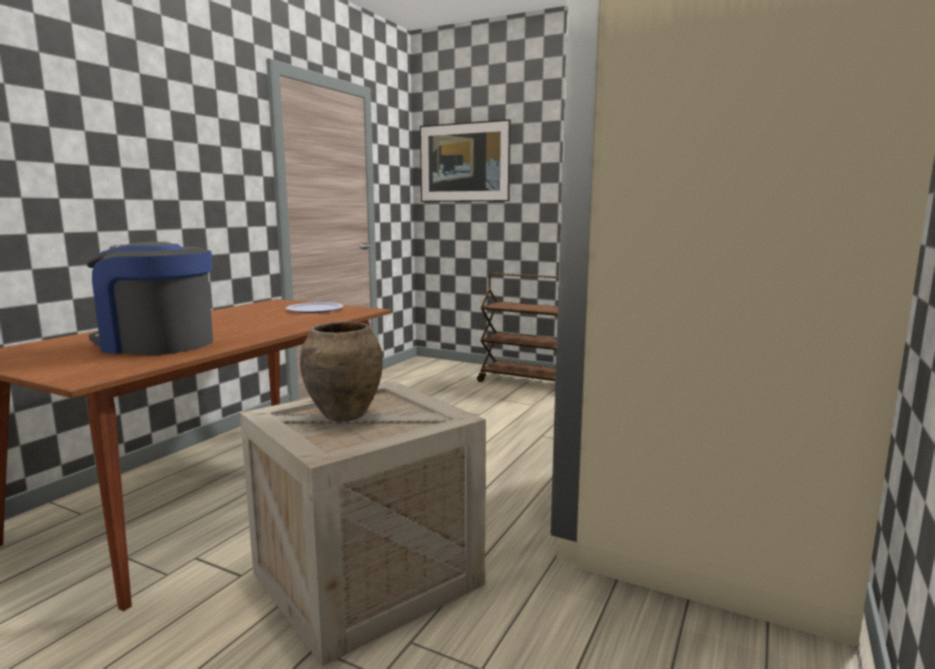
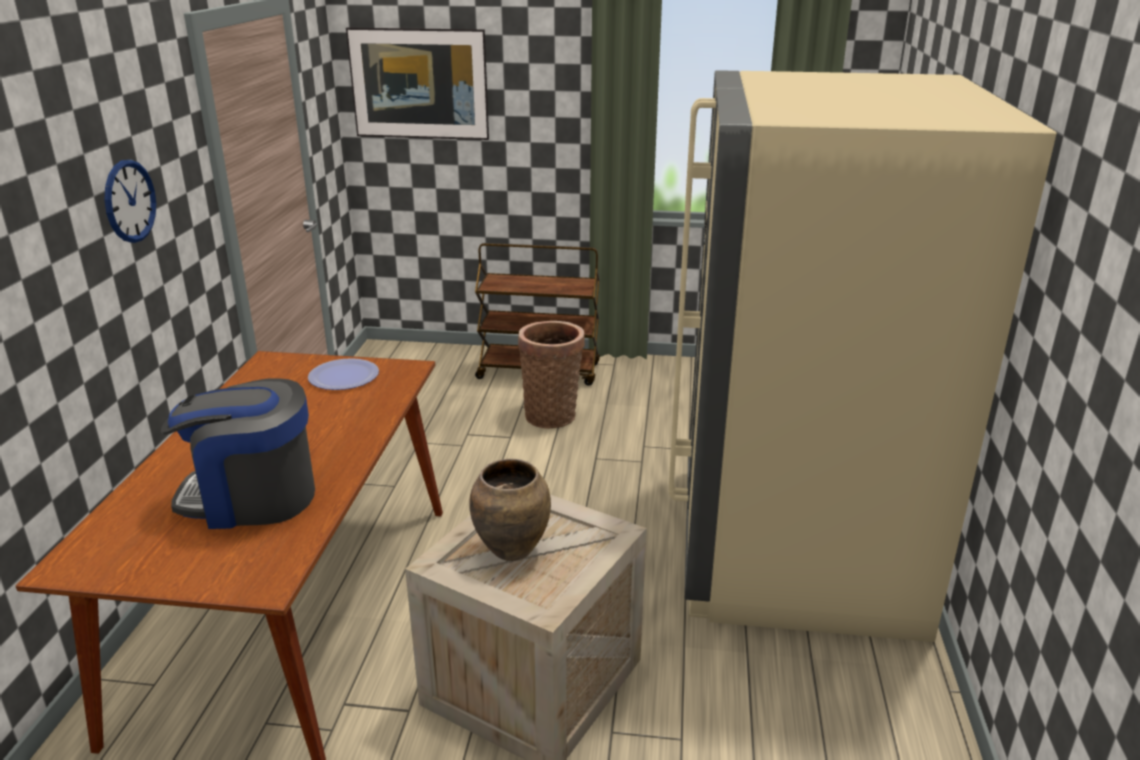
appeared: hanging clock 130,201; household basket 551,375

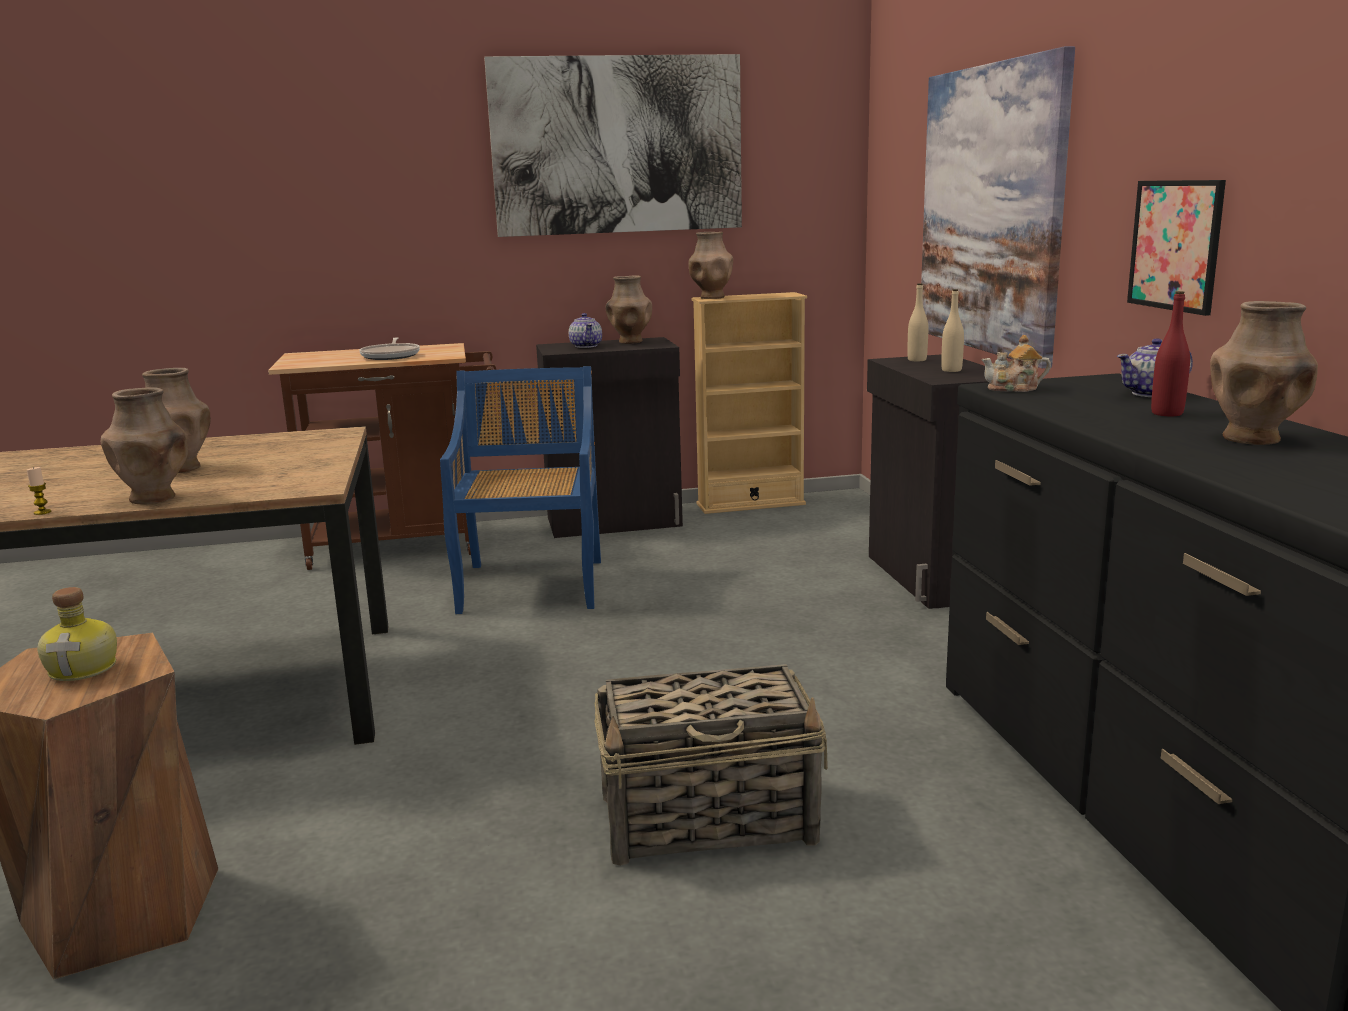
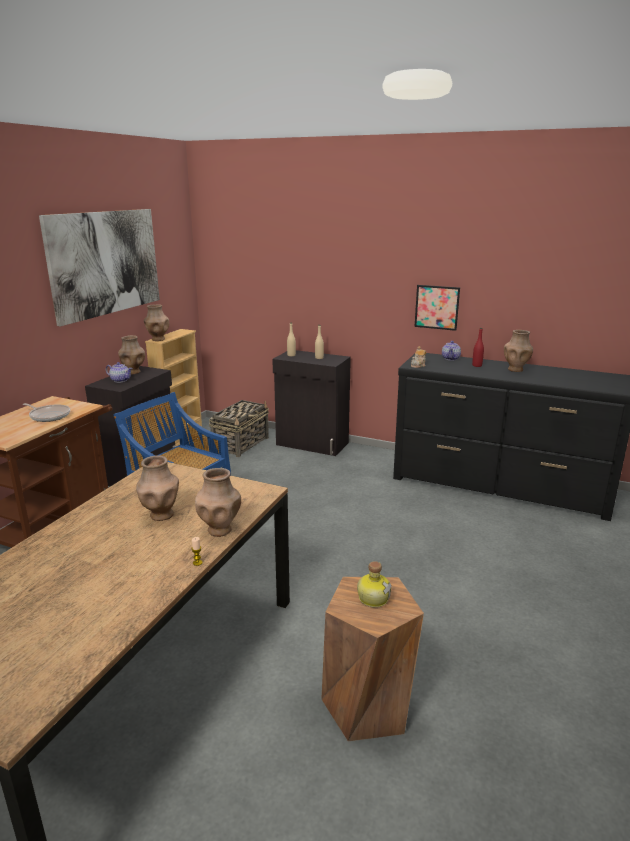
missing: wall picture 998,207
relocated: household basket 711,765 to 239,428

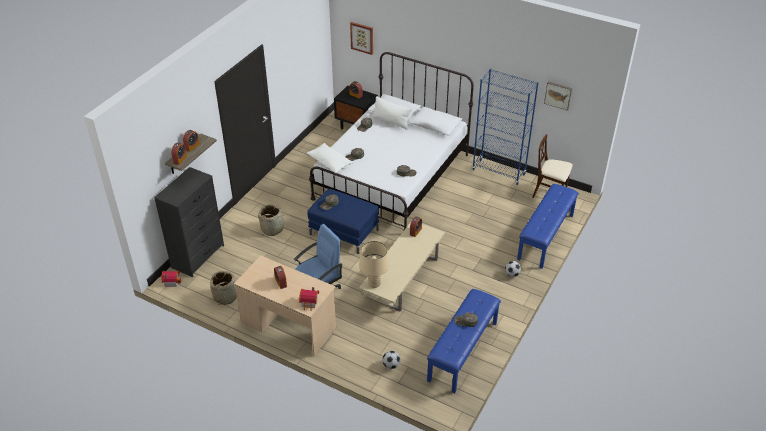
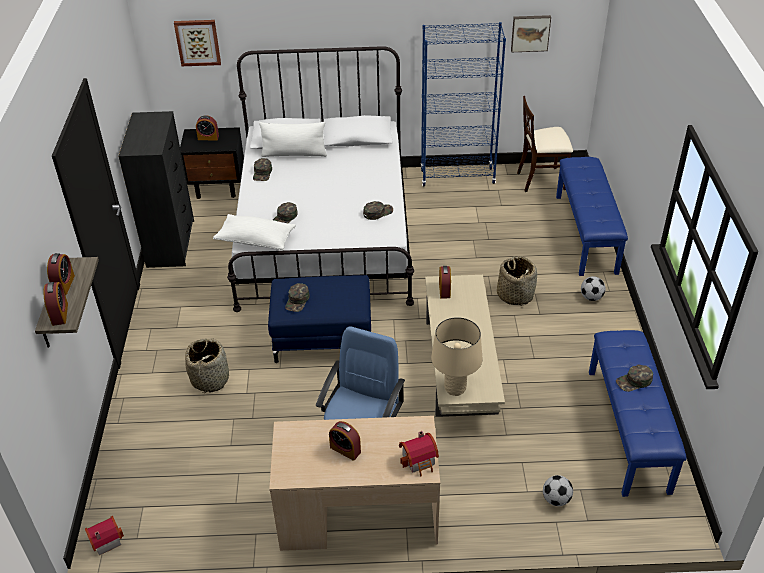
relocated: black-coloured chest of drawers 189,222 to 156,189; household basket 223,288 to 517,281

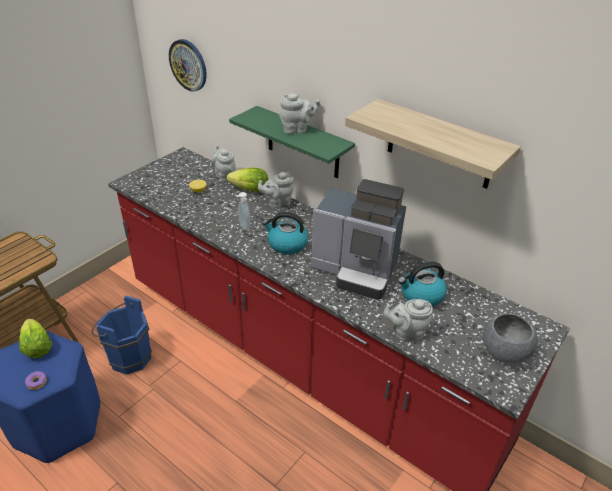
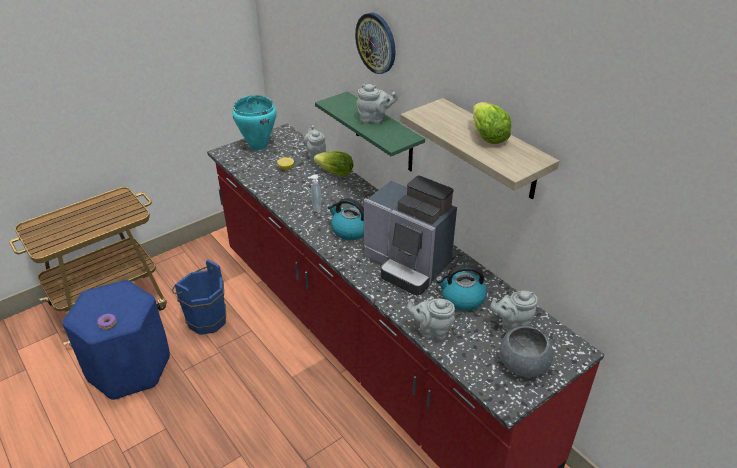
appeared: blue-green cooking pot 254,122
relocated: head of lettuce 35,338 to 492,123; hanging clock 188,65 to 375,43; grey teapot 276,190 to 514,311

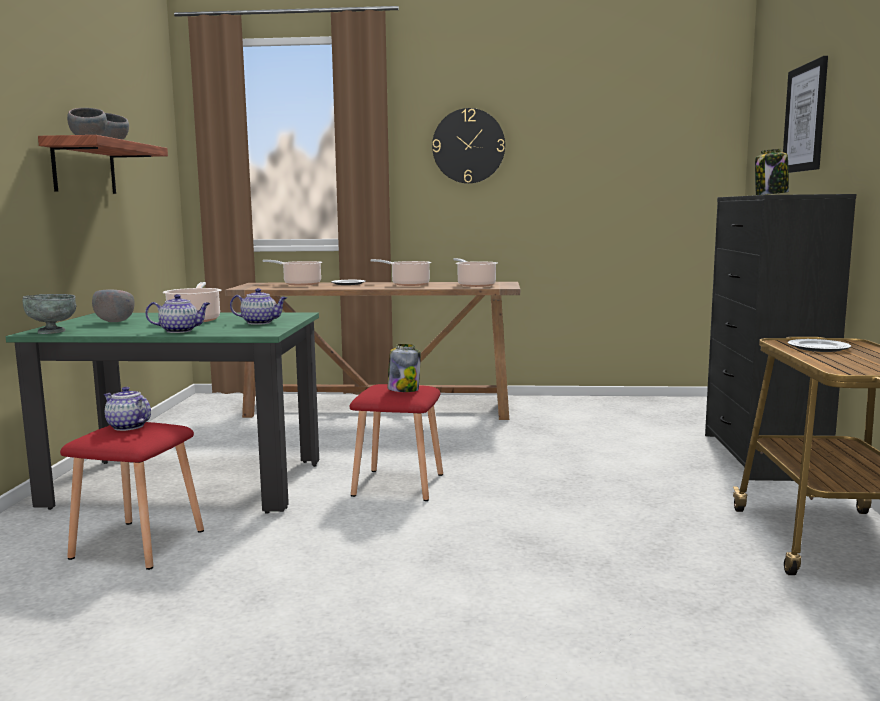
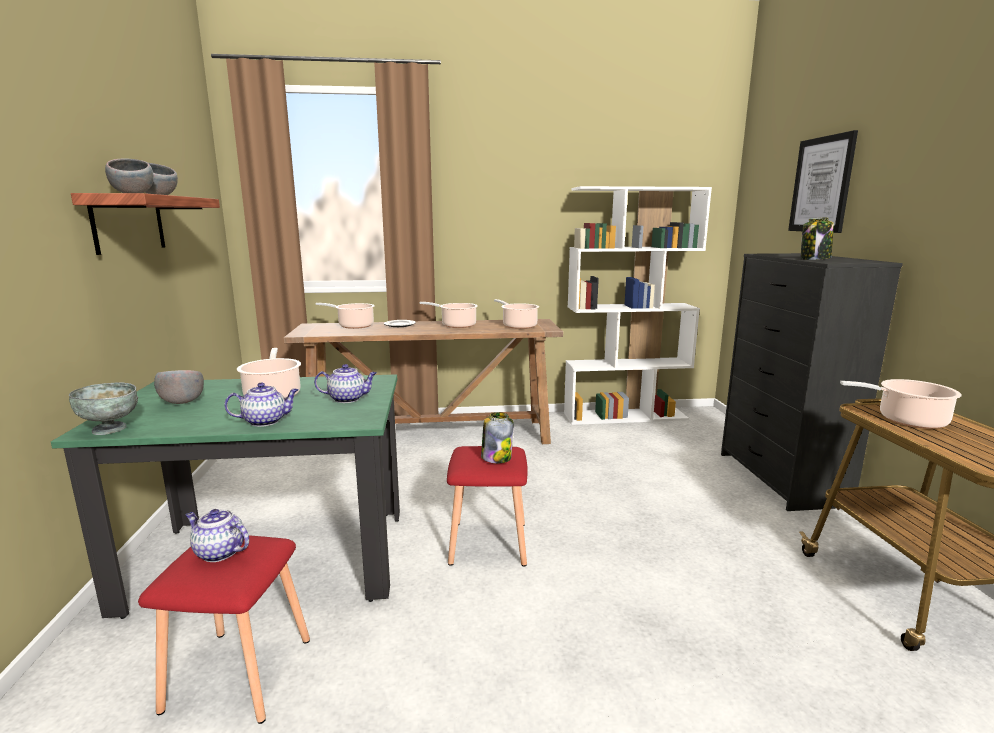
missing: hanging clock 468,145
appeared: white-coloured bookcase 638,305
exchanged: plate 819,345 to cooking pot 901,404

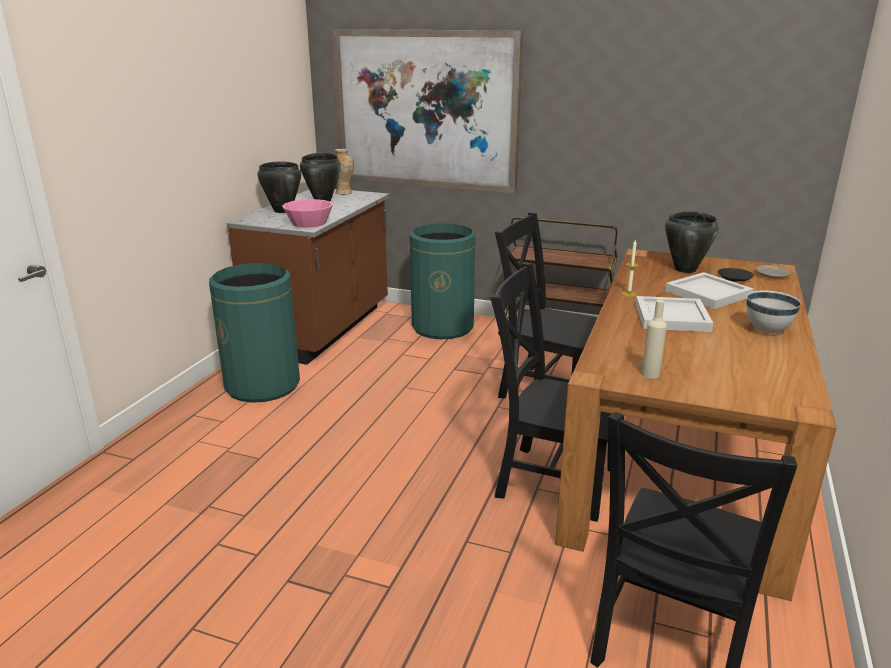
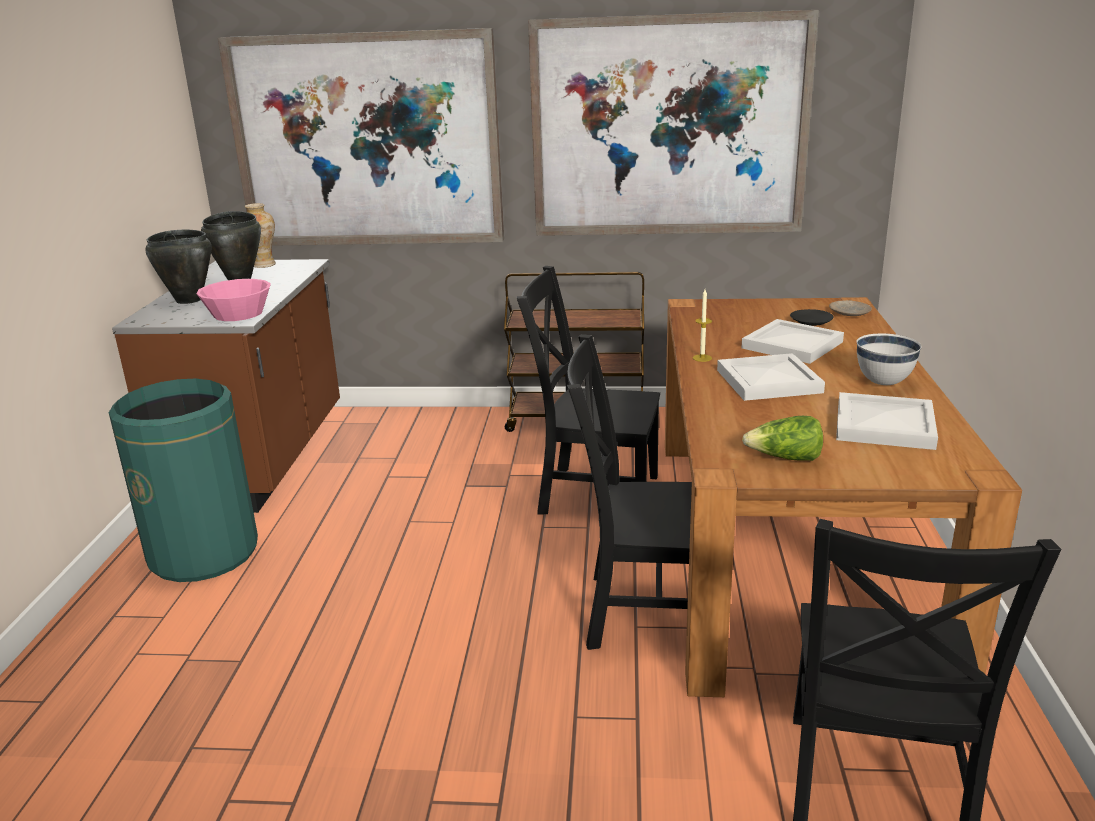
missing: green-coloured waste bin 442,281; black-coloured cooking pot 692,242
appeared: wall picture 673,123; white-coloured serving tray 887,421
exchanged: beige drink bottle 654,339 to head of lettuce 782,438

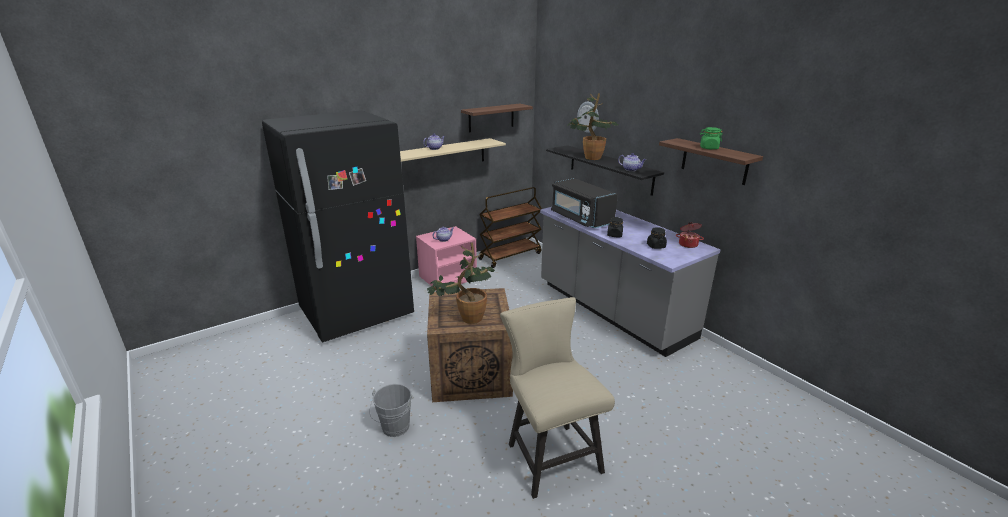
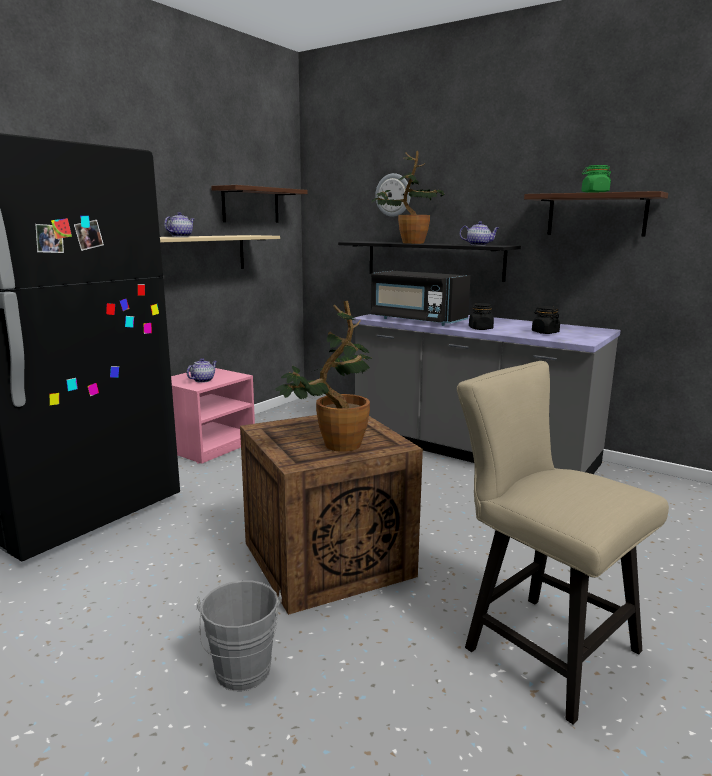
missing: brown-coloured wheeled cart 510,227; cooking pot 690,235

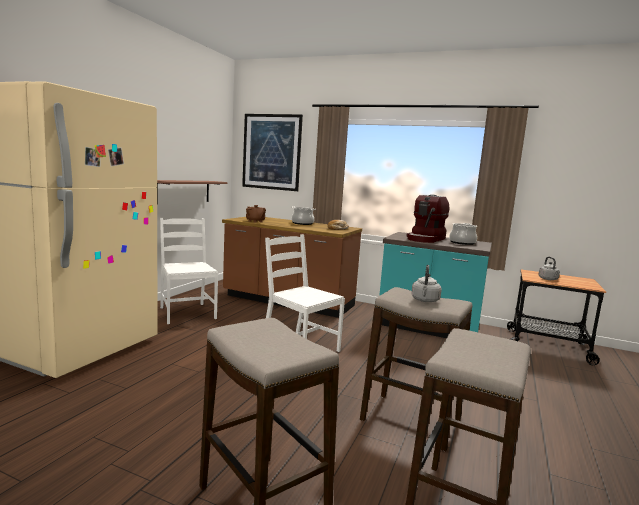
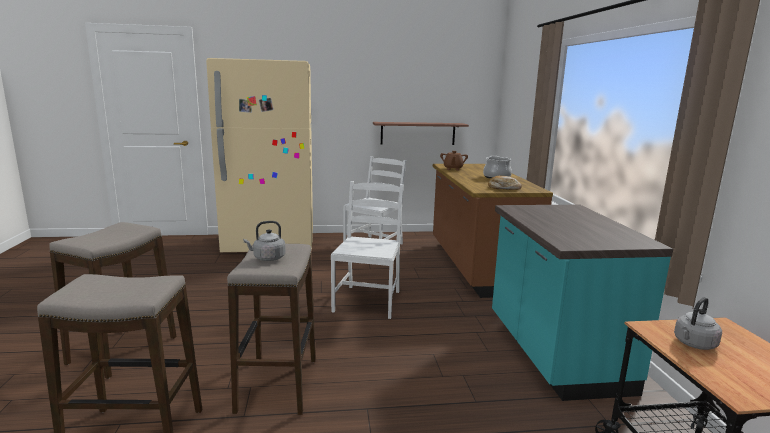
missing: wall picture 272,152; coffee brewer 428,219; cooking pot 463,234

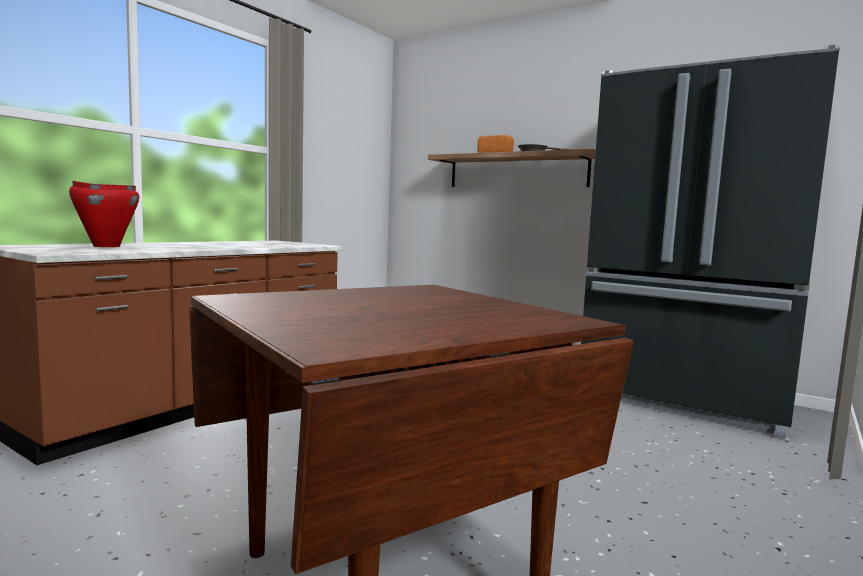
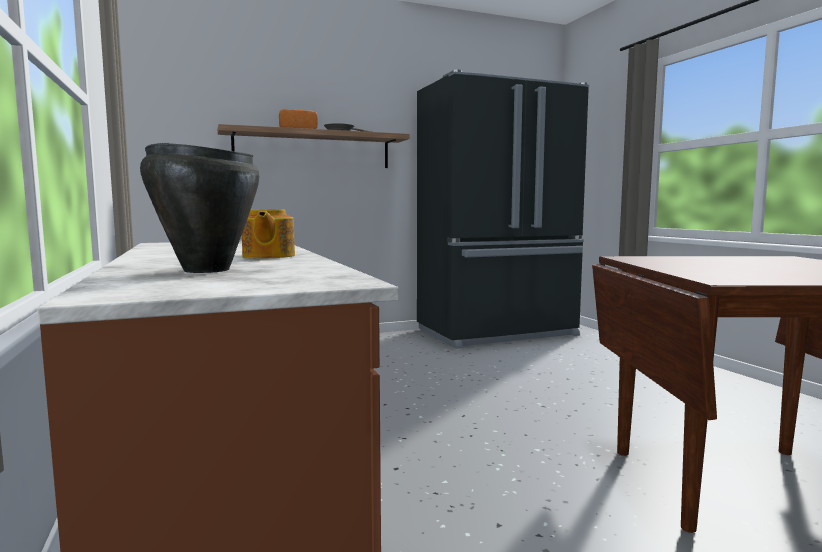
appeared: teapot 268,233
colour: red cooking pot 104,214 to black-coloured cooking pot 199,208

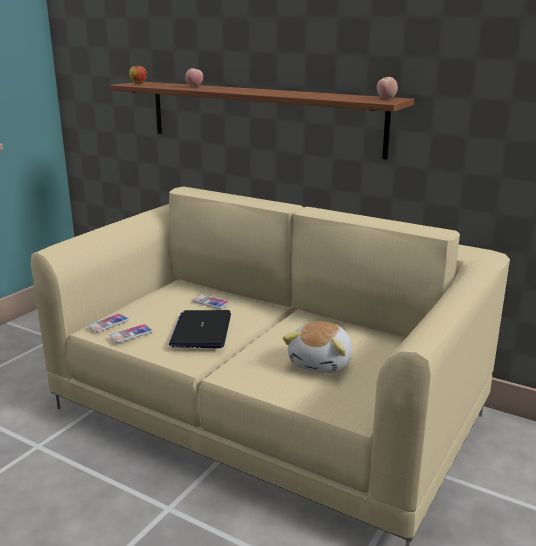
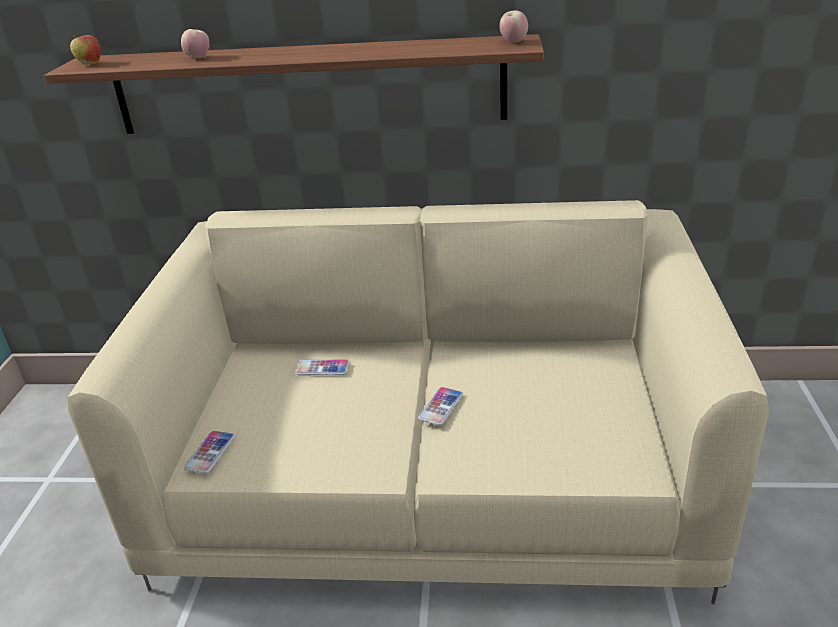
missing: laptop 200,329; plush toy 318,347
relocated: telephone 131,333 to 440,406

